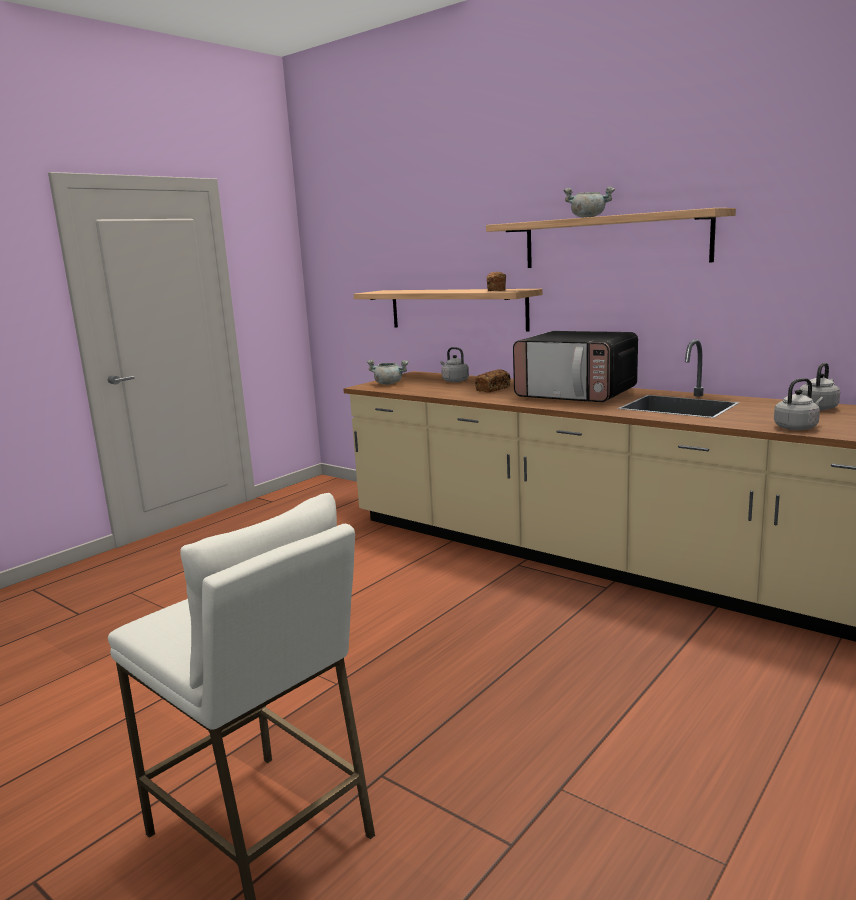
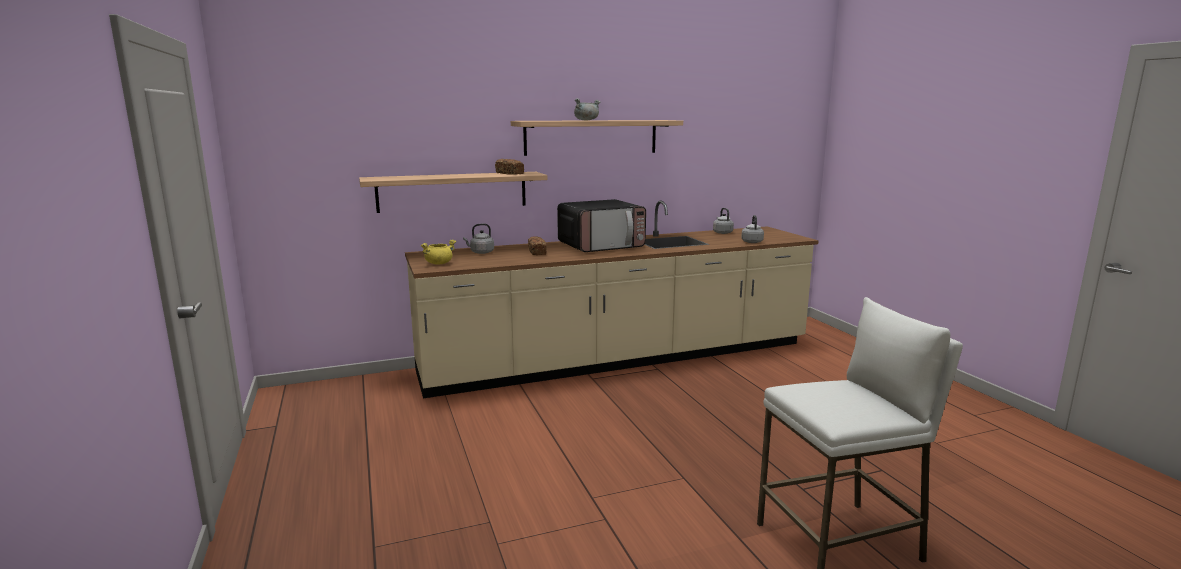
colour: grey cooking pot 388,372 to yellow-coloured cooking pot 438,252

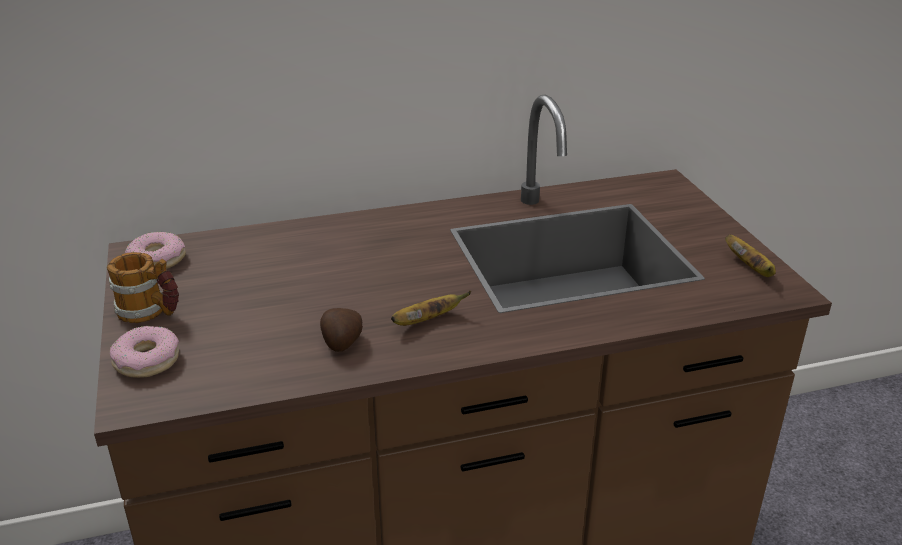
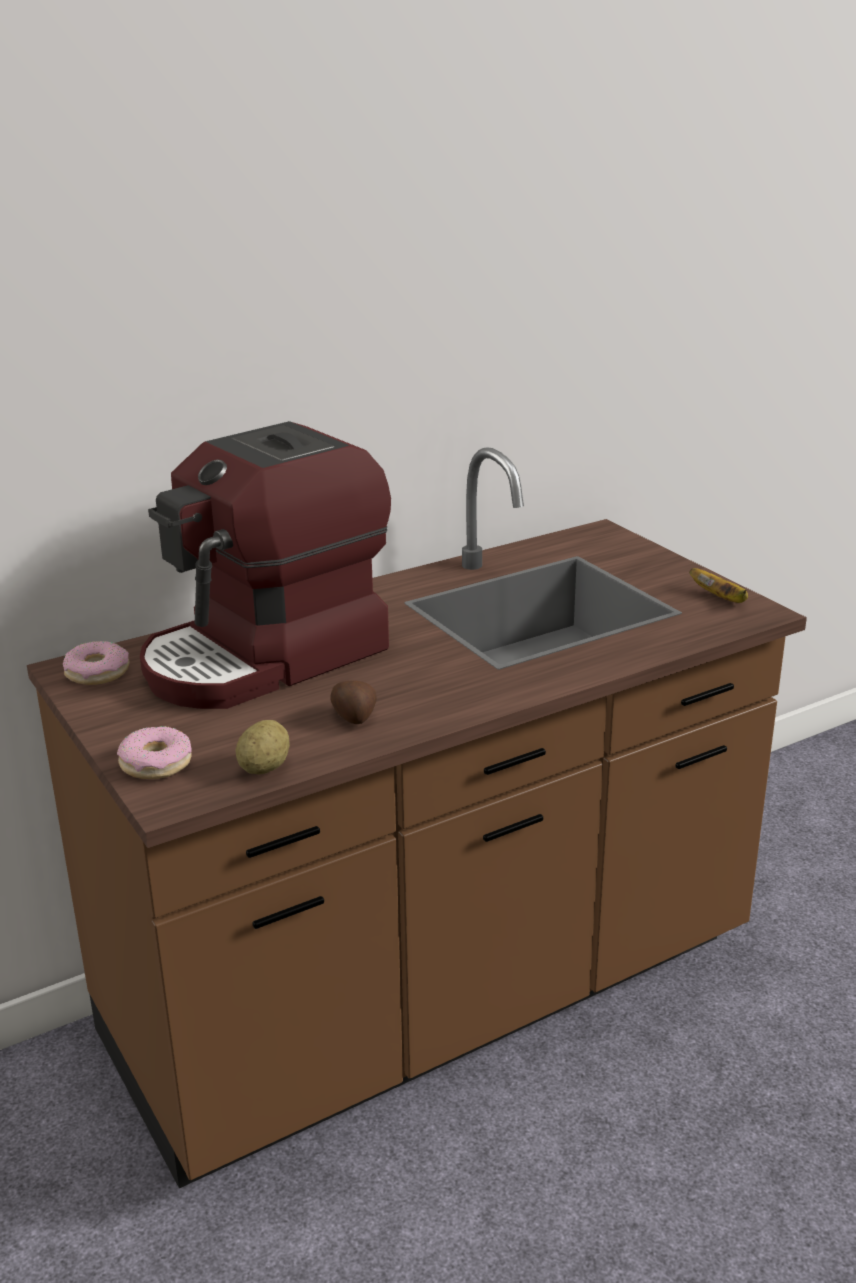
missing: coffee mug 143,287; whole banana 431,308
appeared: coffee brewer 265,565; whole potato 262,747

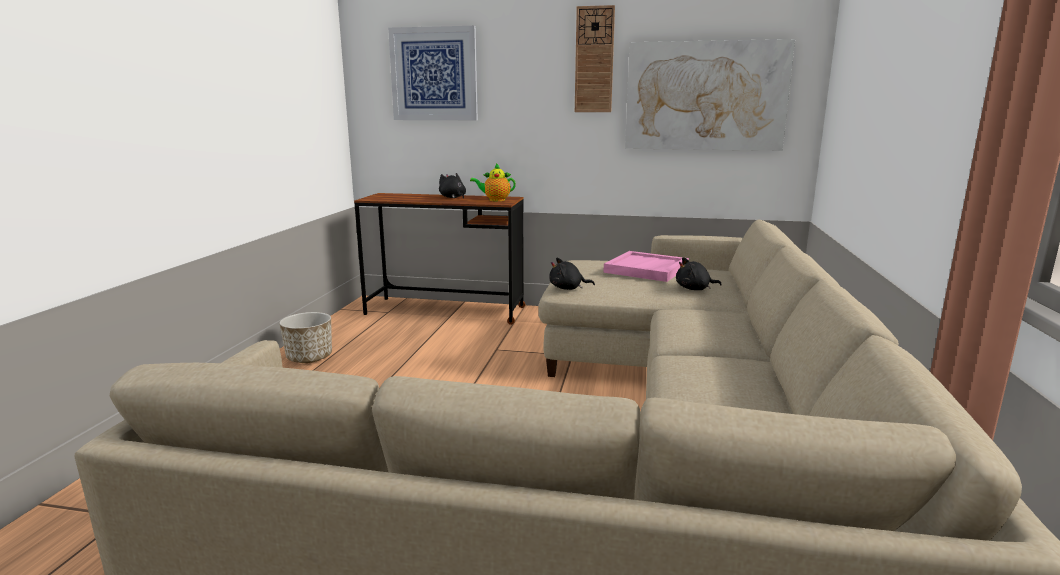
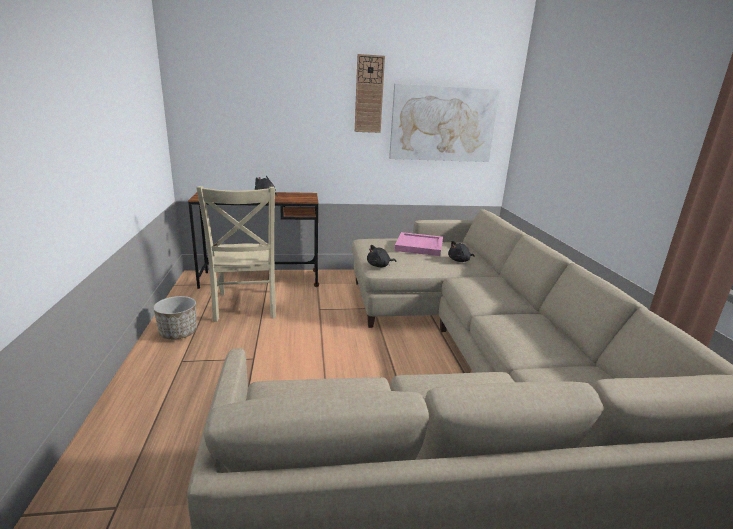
missing: wall picture 433,73; teapot 493,182
appeared: beige upright chair 236,254

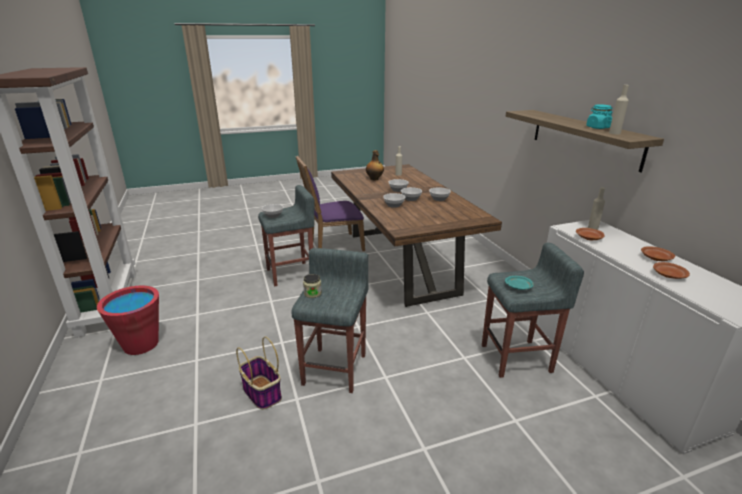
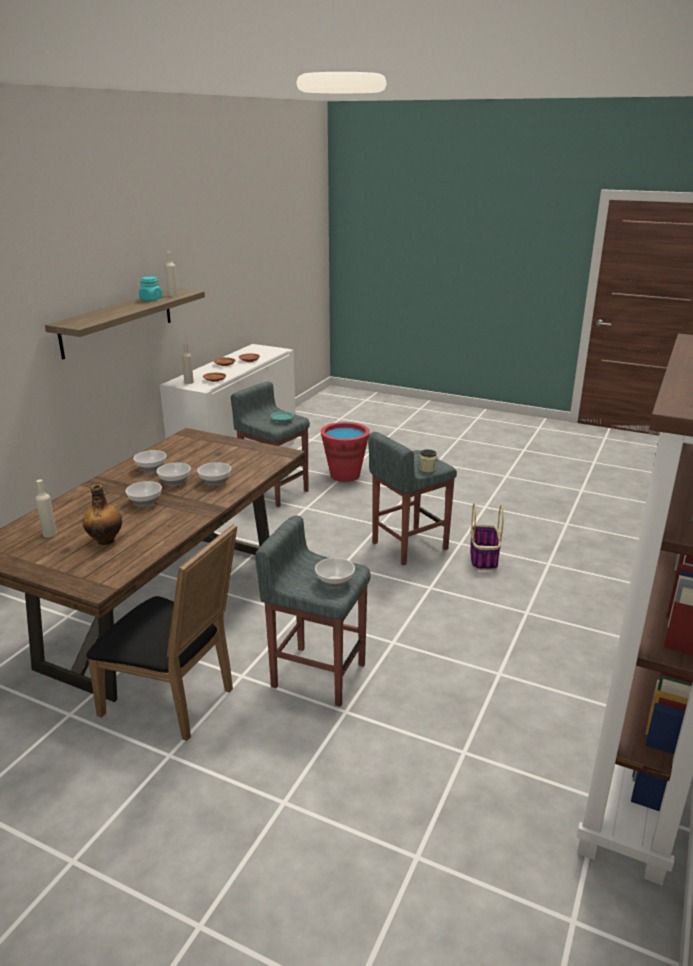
relocated: red pail 128,320 to 345,452
colour: purplish upright chair 330,203 to black-coloured upright chair 161,632

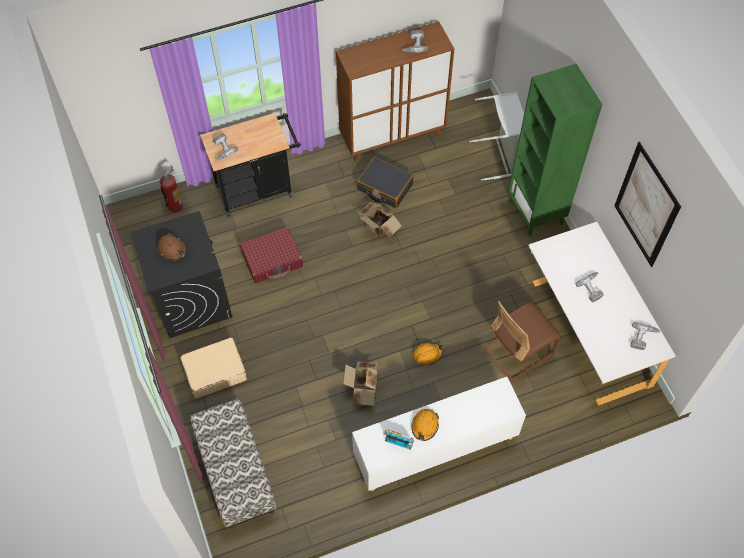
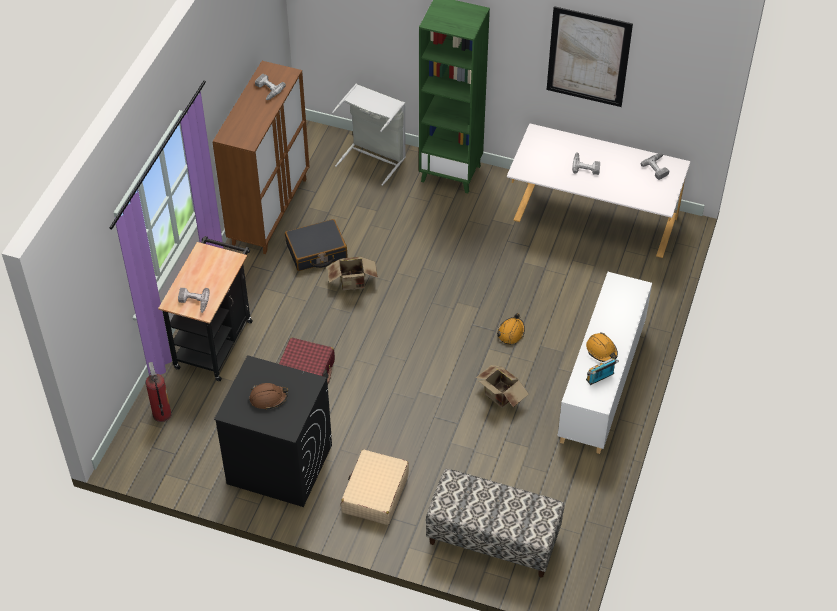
missing: brown-coloured upright chair 522,341

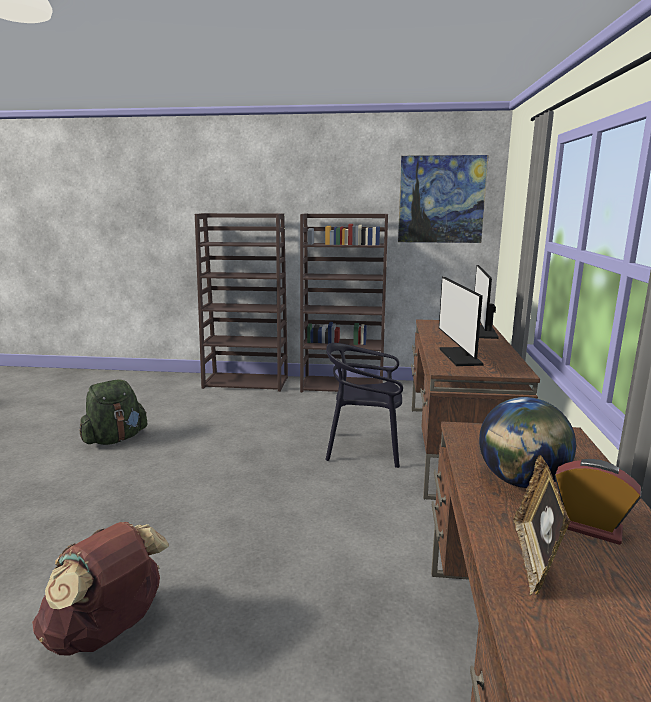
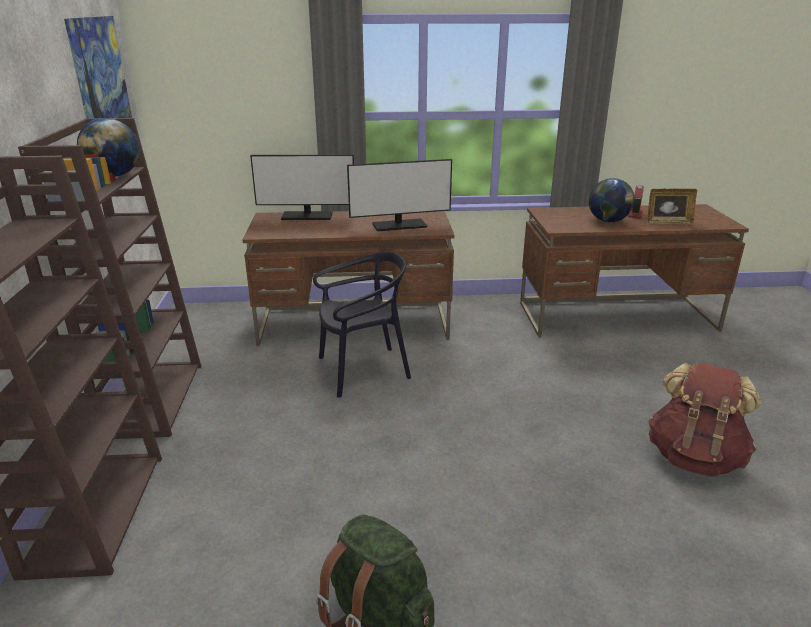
appeared: world globe 108,147
spun: black-coloured upright chair 364,405 = 362,324 105 degrees counterclockwise

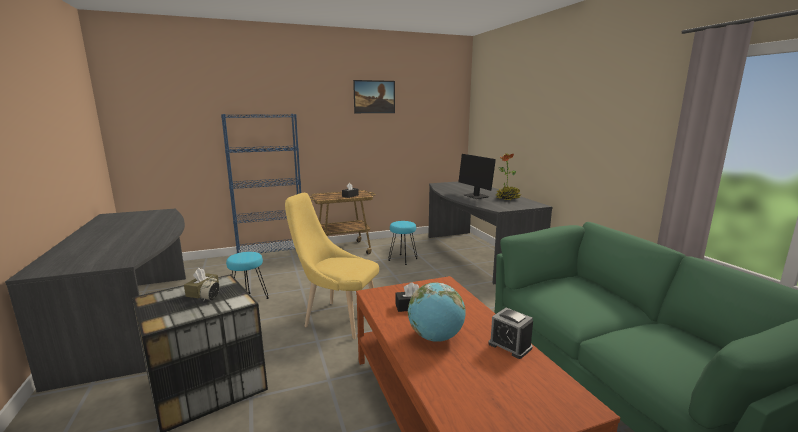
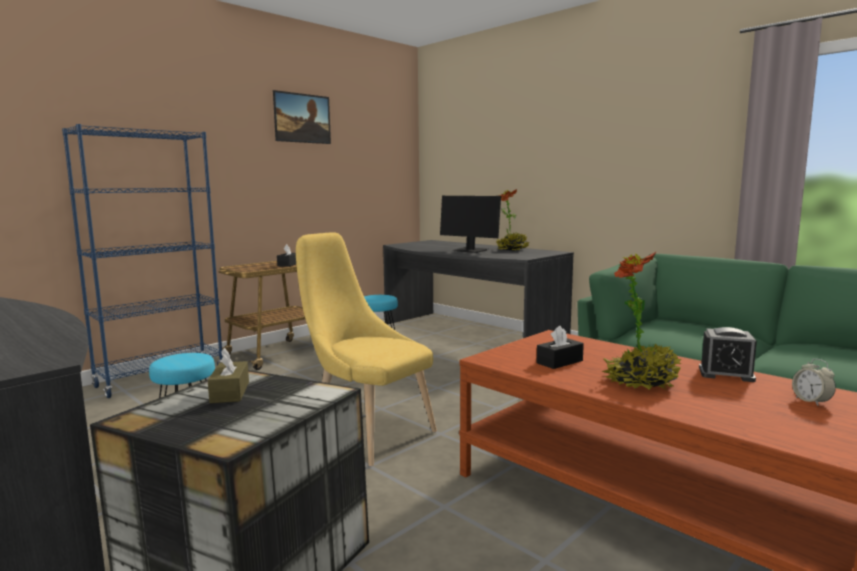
relocated: alarm clock 209,288 to 814,382
exchanged: world globe 437,312 to houseplant 641,320
spun: yellow-coloured upright chair 332,266 = 366,349 45 degrees clockwise

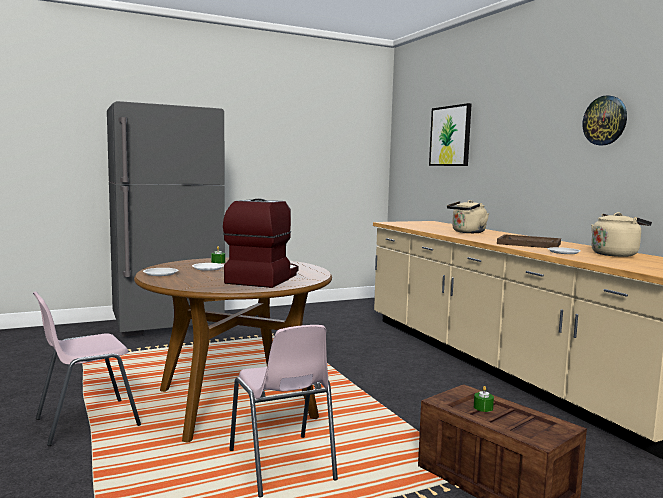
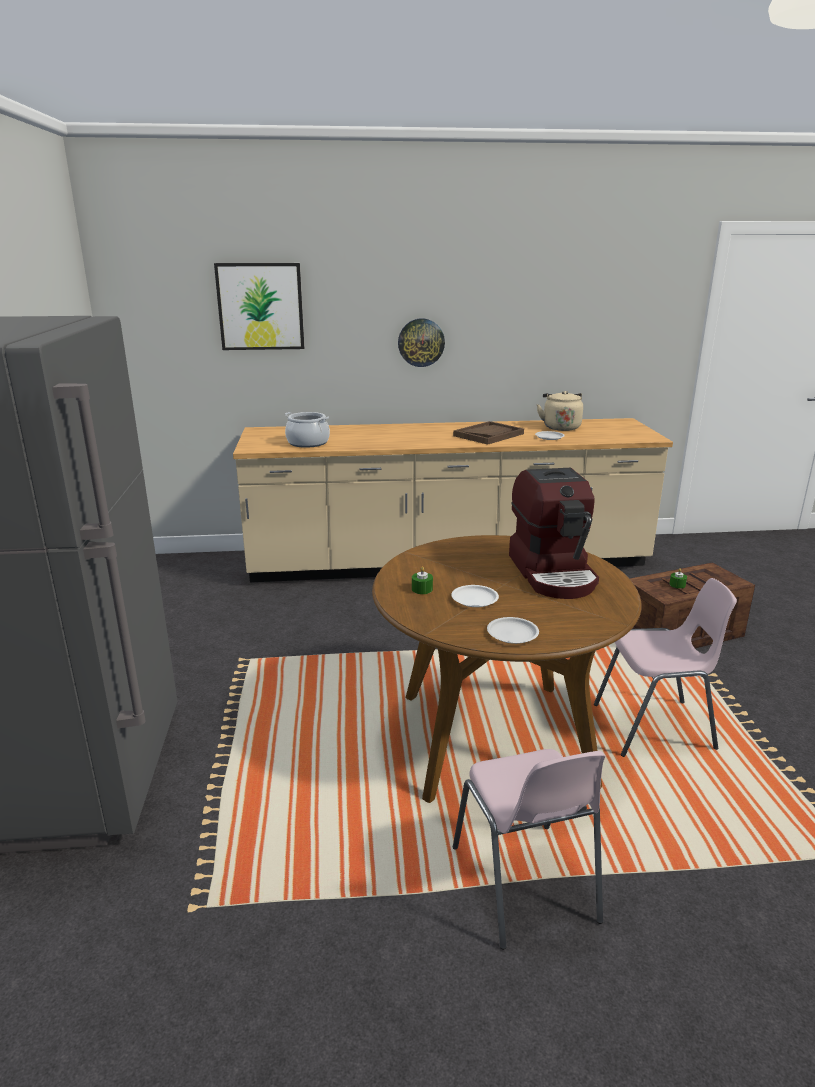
missing: beige kettle 468,216
appeared: cooking pot 307,430
relocated: hanging clock 605,120 to 421,343
spun: coffee brewer 261,243 = 554,533 135 degrees counterclockwise

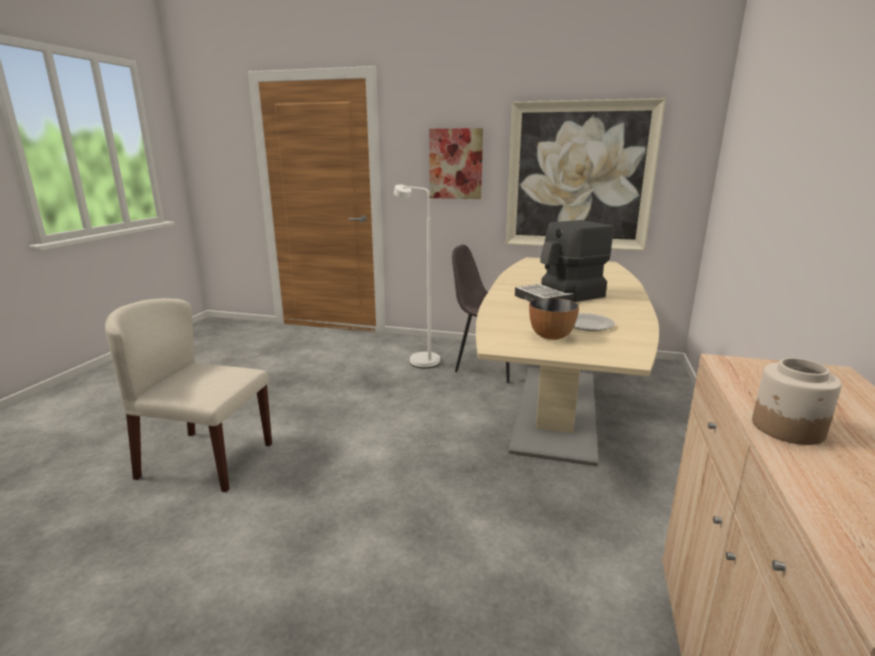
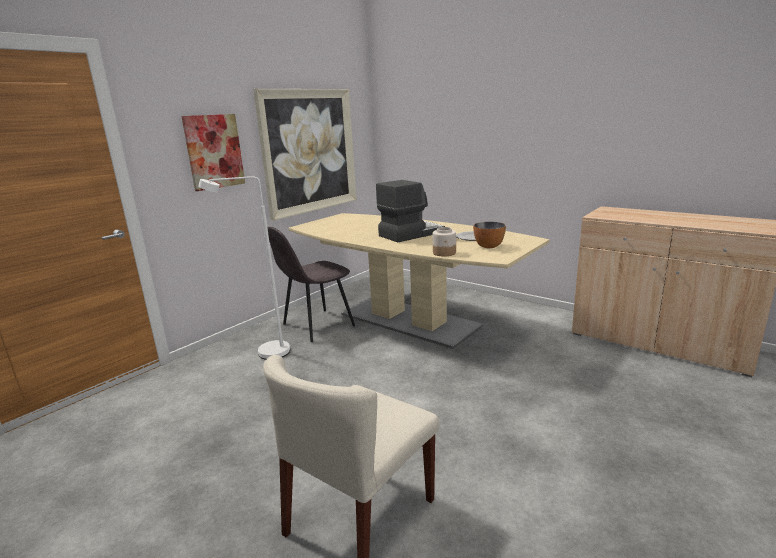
relocated: storage jar 797,401 to 444,241
spun: coffee brewer 564,261 = 410,211 120 degrees counterclockwise

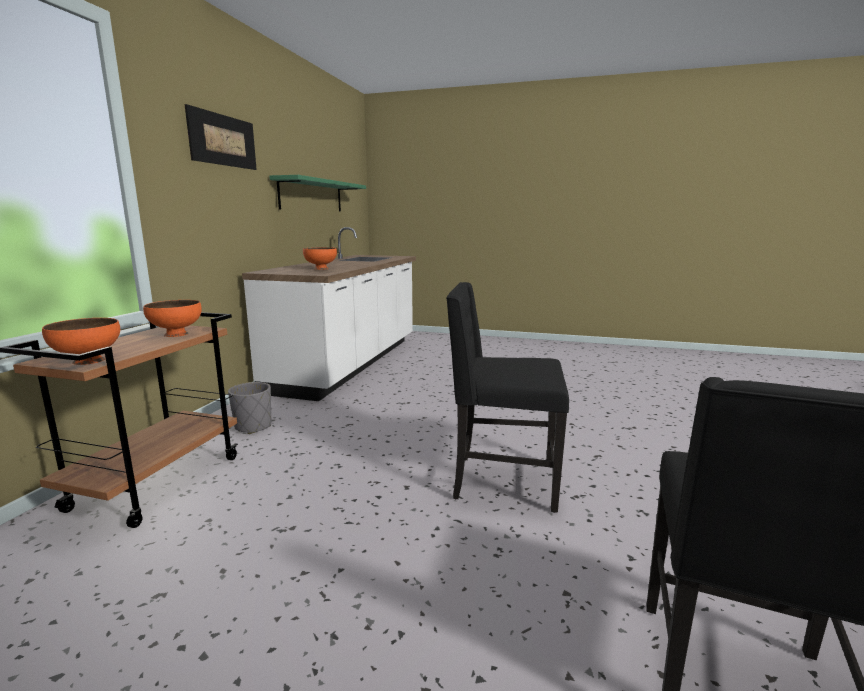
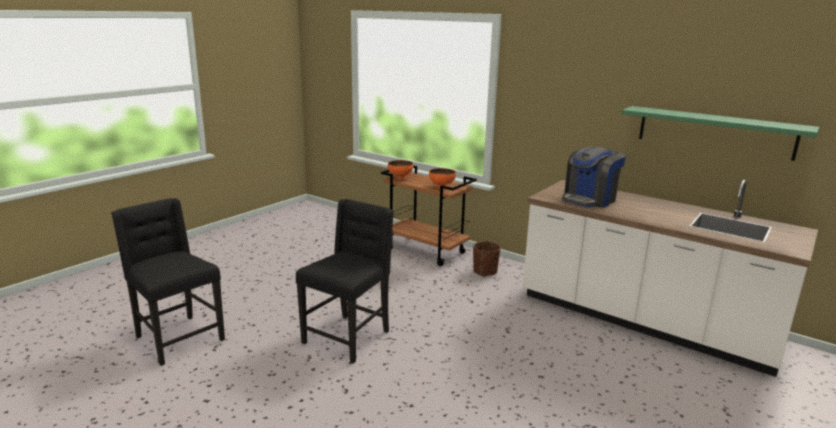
missing: wall picture 221,137
exchanged: orange-coloured serving bowl 320,258 to coffee brewer 594,177
colour: grey flower pot 249,408 to brown-coloured flower pot 487,259

